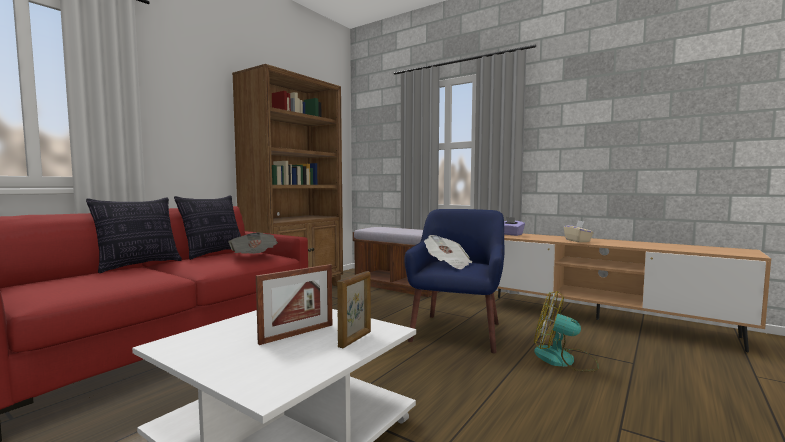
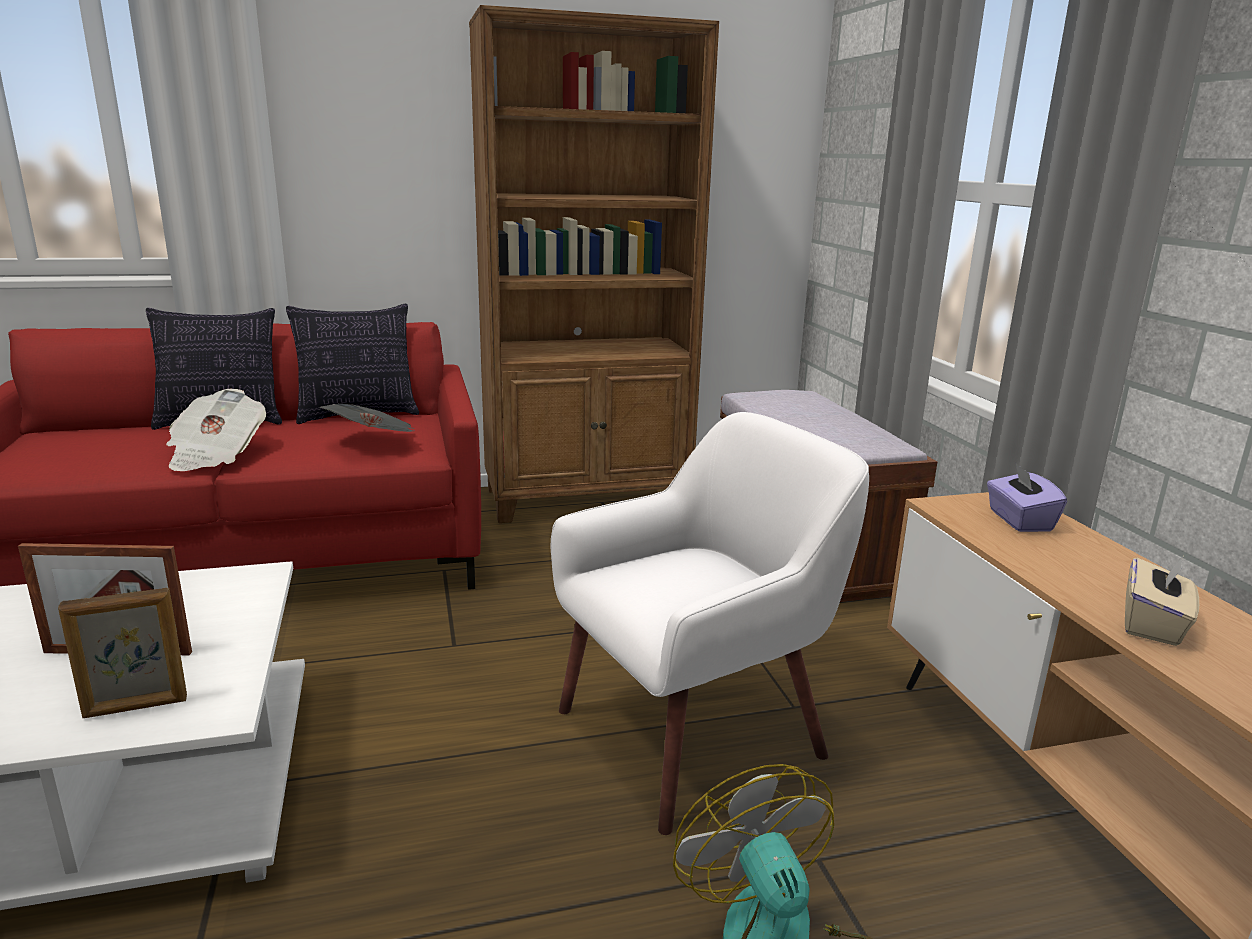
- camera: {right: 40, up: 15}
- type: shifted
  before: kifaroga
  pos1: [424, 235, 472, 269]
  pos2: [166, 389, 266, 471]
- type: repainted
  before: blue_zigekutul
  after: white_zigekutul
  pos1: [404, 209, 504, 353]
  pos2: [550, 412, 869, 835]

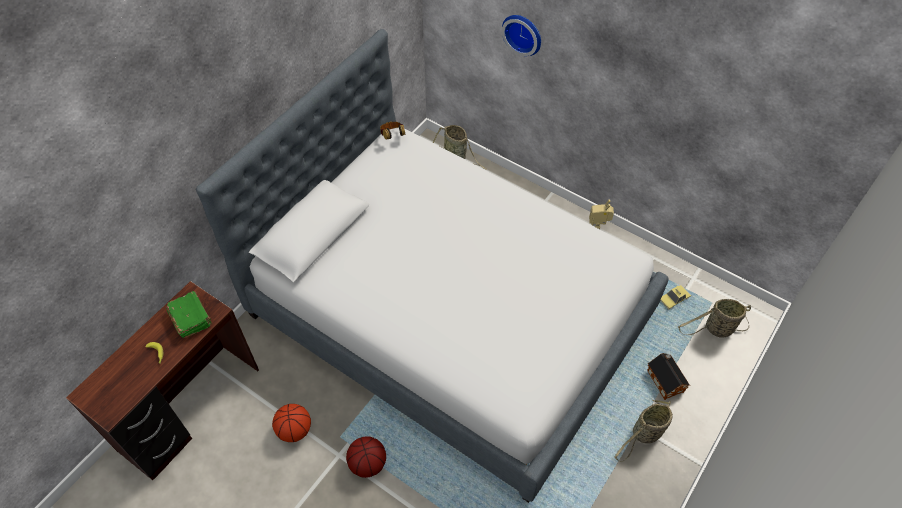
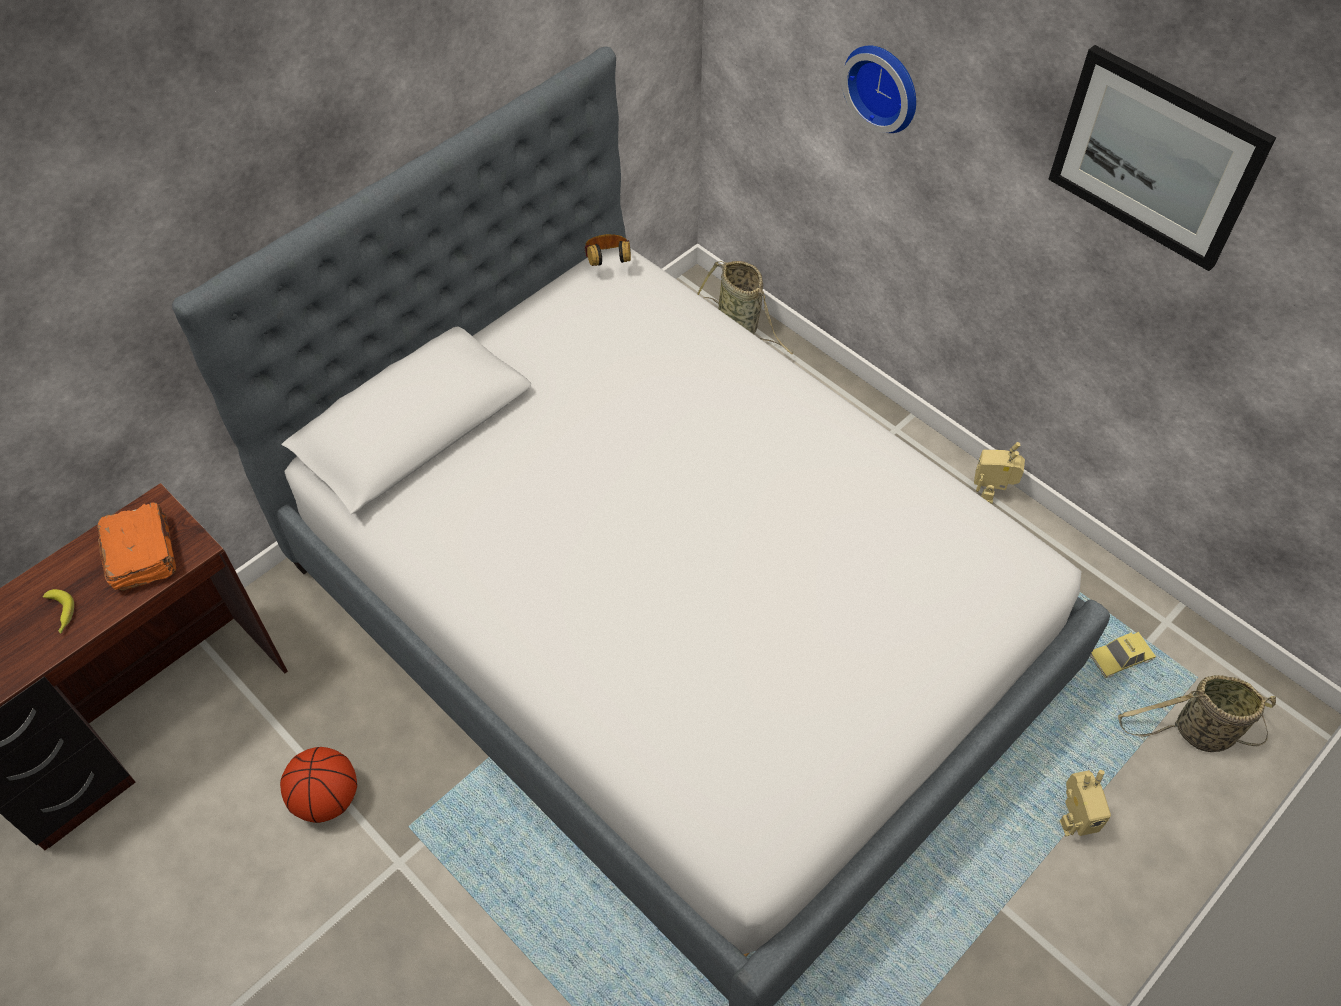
- camera: {right: 10, up: 0}
- type: repainted
  before: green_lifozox
  after: orange_lifozox
  pos1: [166, 291, 212, 338]
  pos2: [97, 502, 176, 591]
- type: new
  after: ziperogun
  pos2: [1048, 45, 1276, 271]
- type: swapped
  before: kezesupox
  after: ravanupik
  pos1: [647, 353, 690, 400]
  pos2: [1060, 770, 1111, 836]
- type: gone
  before: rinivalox
  pos1: [346, 436, 386, 478]
- type: gone
  before: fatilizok
  pos1: [614, 400, 673, 462]

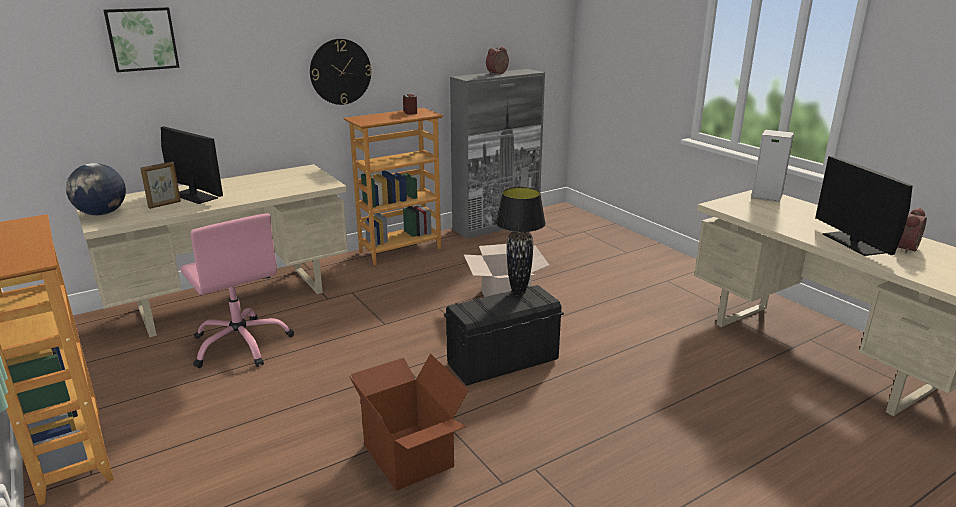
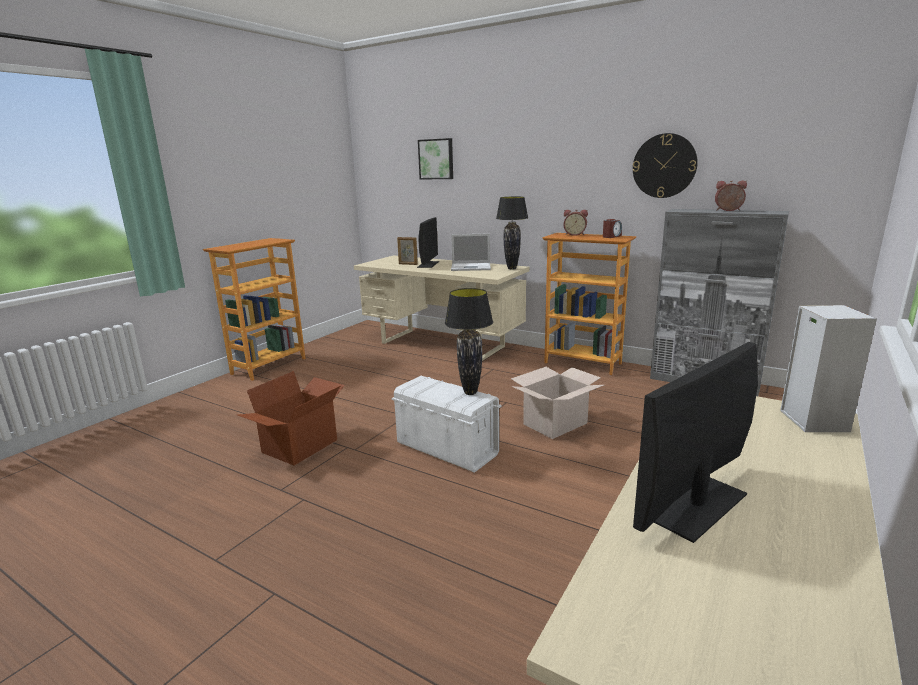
- camera: {right: 65, up: -5}
- type: repainted
  before: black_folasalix
  after: white_folasalix
  pos1: [444, 285, 564, 386]
  pos2: [392, 376, 502, 473]
- type: new
  after: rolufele
  pos2: [451, 233, 491, 271]
- type: new
  after: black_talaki
  pos2: [496, 196, 528, 269]
- type: shifted
  before: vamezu
  pos1: [898, 208, 927, 253]
  pos2: [564, 210, 588, 236]
- type: shifted
  before: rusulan
  pos1: [310, 39, 372, 105]
  pos2: [633, 133, 698, 198]
- type: gone
  before: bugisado
  pos1: [66, 163, 126, 216]
- type: gone
  before: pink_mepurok
  pos1: [180, 213, 294, 368]

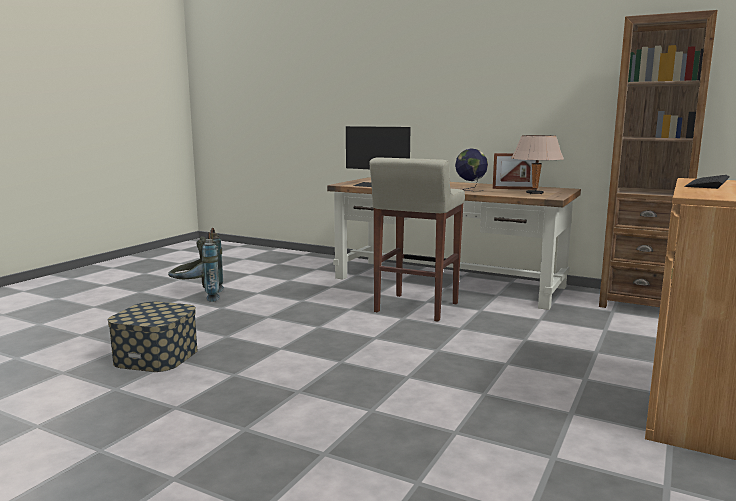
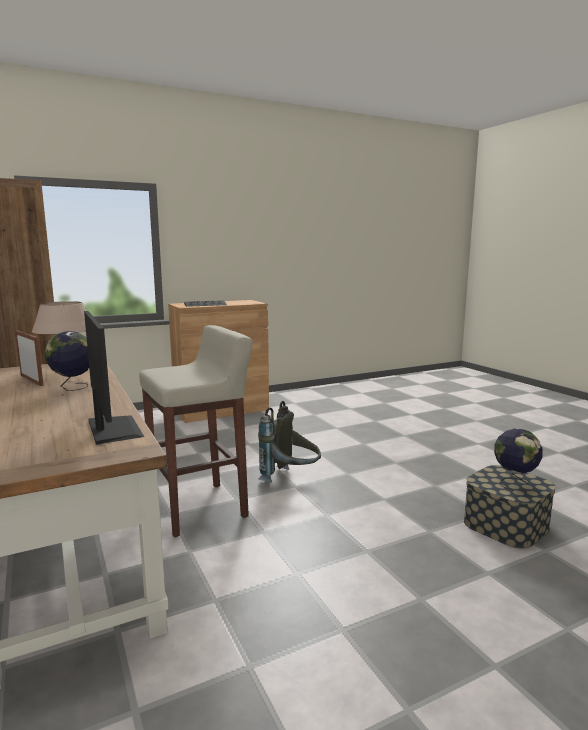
- camera: {right: -145, up: 0}
- type: shifted
  before: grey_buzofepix
  pos1: [168, 228, 224, 302]
  pos2: [258, 401, 321, 483]
- type: new
  after: bugisado
  pos2: [494, 428, 543, 490]

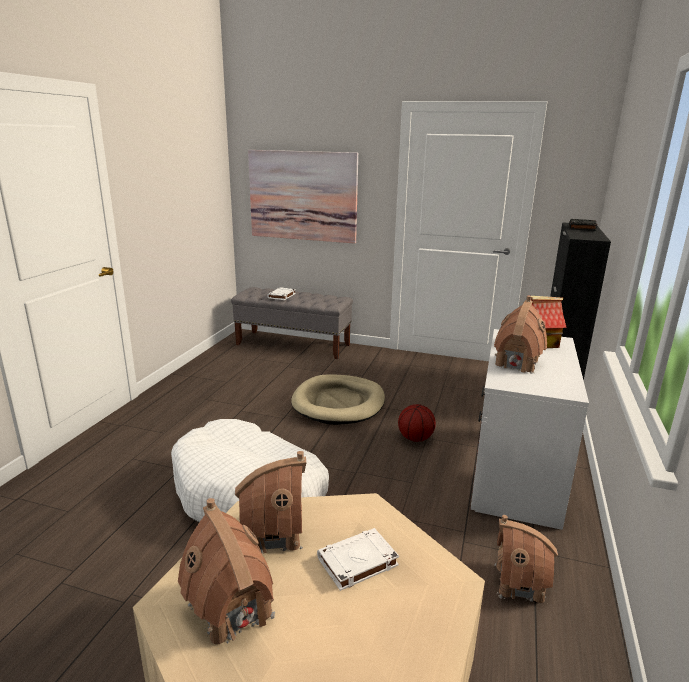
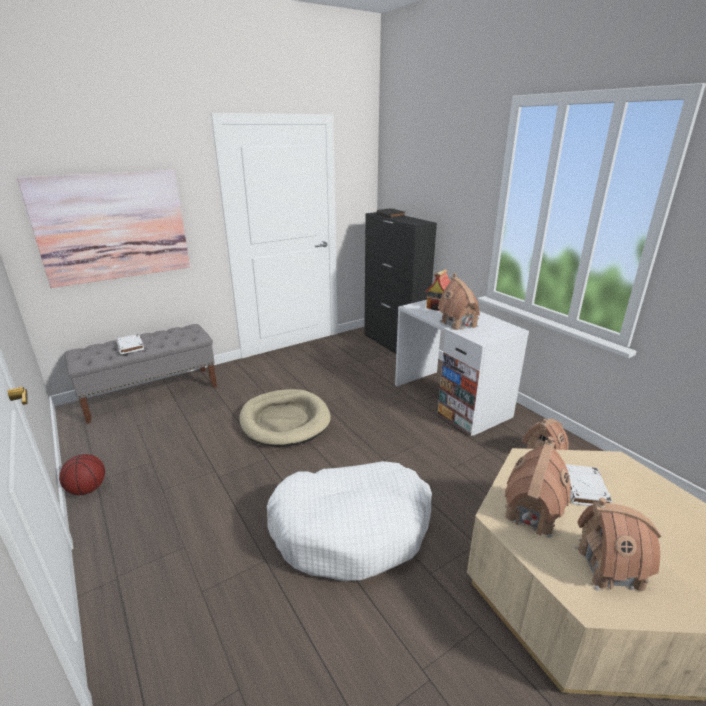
- camera: {right: -50, up: 5}
- type: shifted
  before: rinivalox
  pos1: [398, 404, 436, 442]
  pos2: [59, 454, 105, 495]

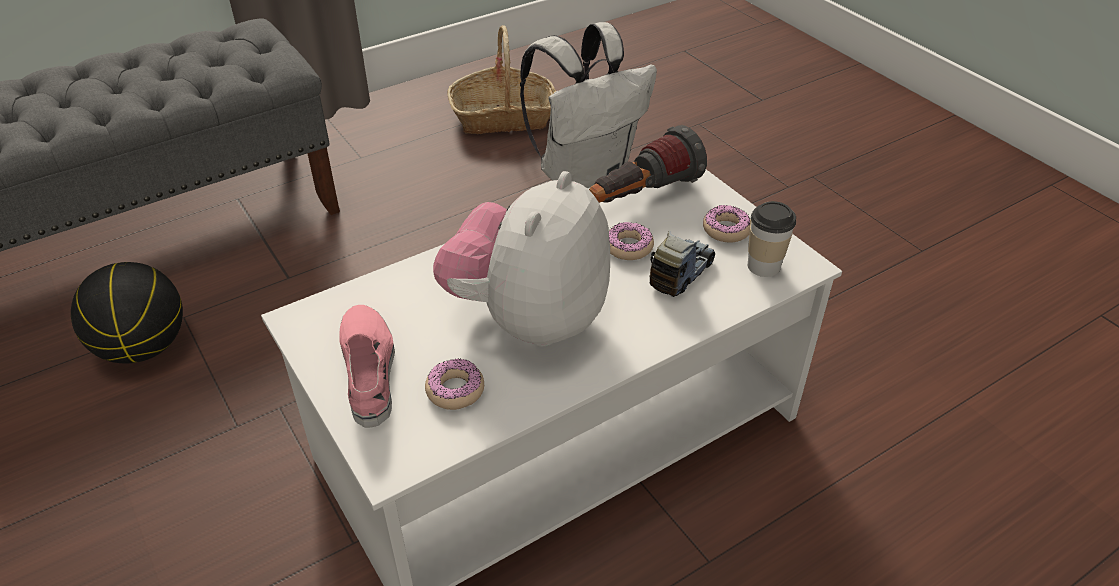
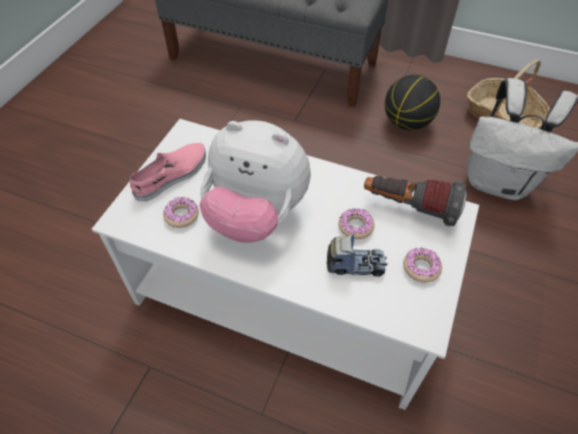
- camera: {right: 55, up: 10}
- type: rotated
  before: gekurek
  pos1: [433, 171, 610, 346]
  pos2: [199, 120, 311, 243]
  turn: -150
- type: shifted
  before: rinivalox
  pos1: [71, 262, 183, 363]
  pos2: [385, 75, 440, 130]
- type: gone
  before: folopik
  pos1: [748, 201, 796, 277]

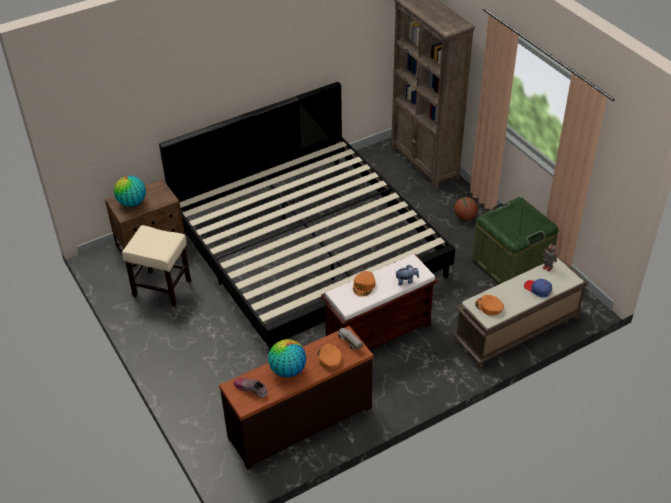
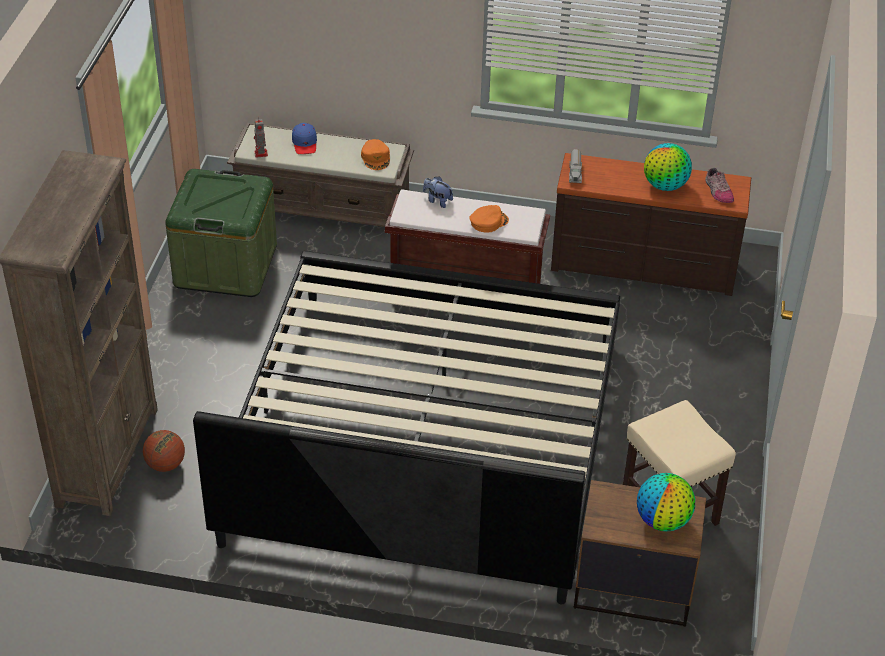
- camera: {right: -140, up: 0}
- type: shifted
  before: rinivalox
  pos1: [454, 197, 478, 220]
  pos2: [143, 430, 185, 472]
- type: gone
  before: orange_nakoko
  pos1: [318, 344, 342, 369]

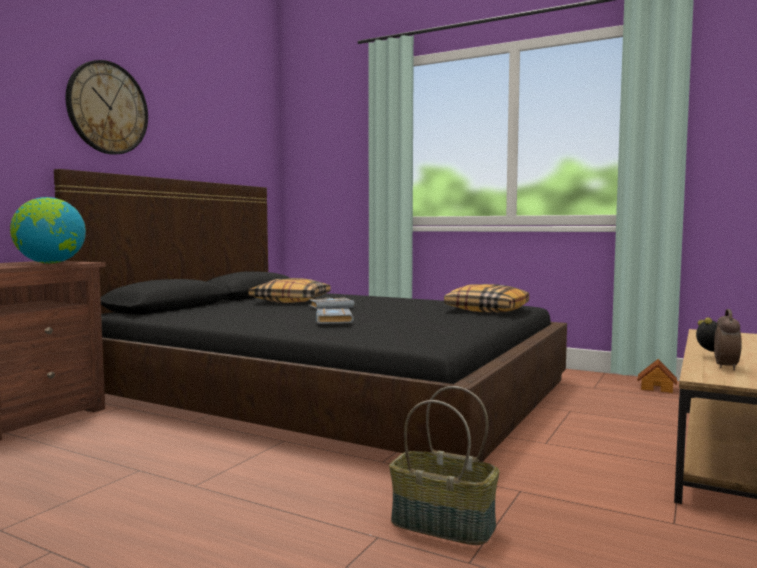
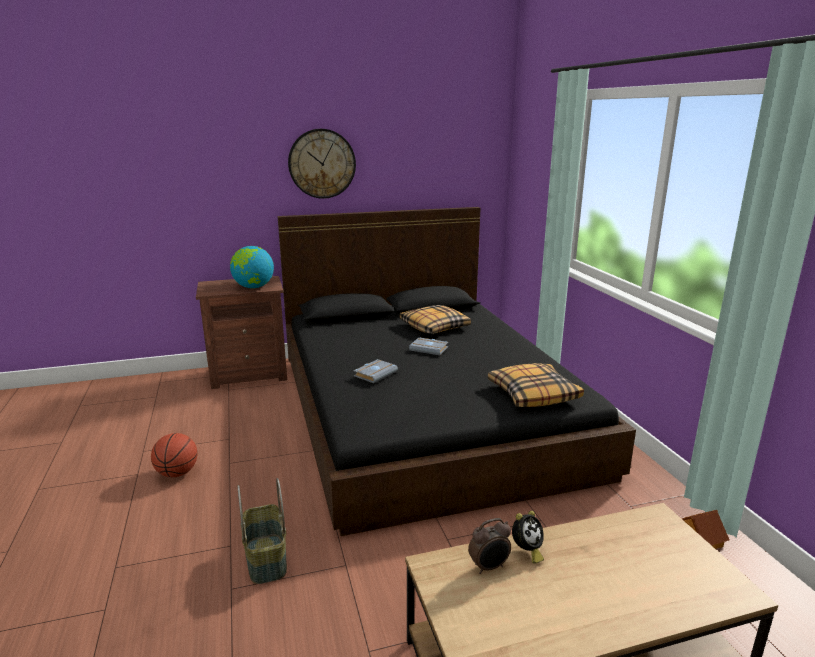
- camera: {right: 45, up: 15}
- type: new
  after: rinivalox
  pos2: [151, 433, 198, 477]

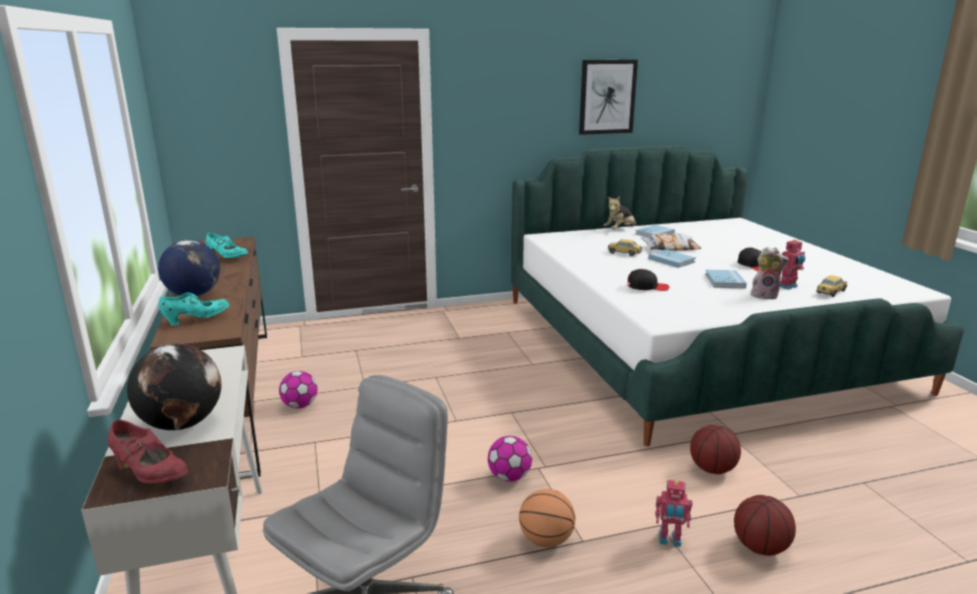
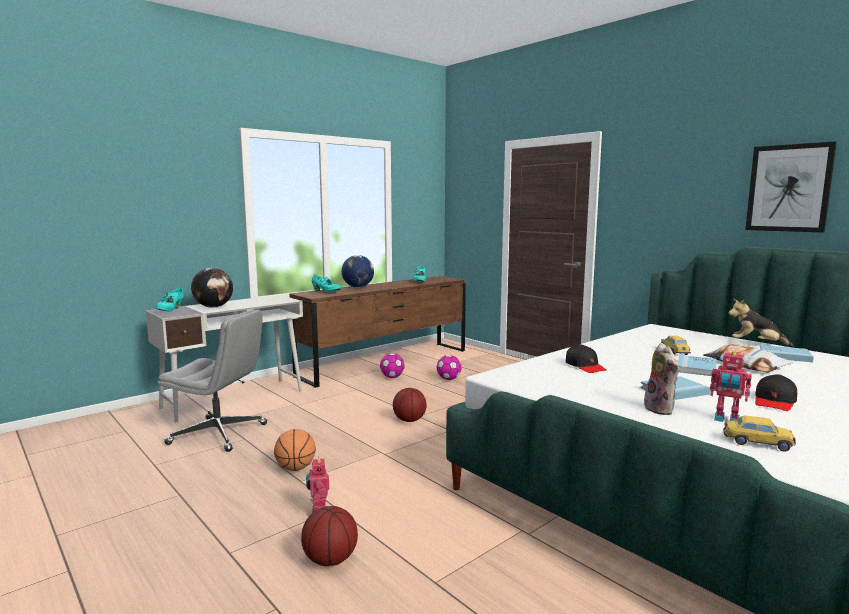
- camera: {right: 65, up: -10}
- type: repainted
  before: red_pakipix
  after: turquoise_pakipix
  pos1: [108, 420, 188, 484]
  pos2: [156, 288, 184, 312]
- type: shifted
  before: rinivalox
  pos1: [690, 425, 741, 474]
  pos2: [393, 388, 427, 422]
- type: shifted
  before: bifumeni
  pos1: [488, 436, 532, 482]
  pos2: [437, 355, 461, 380]

